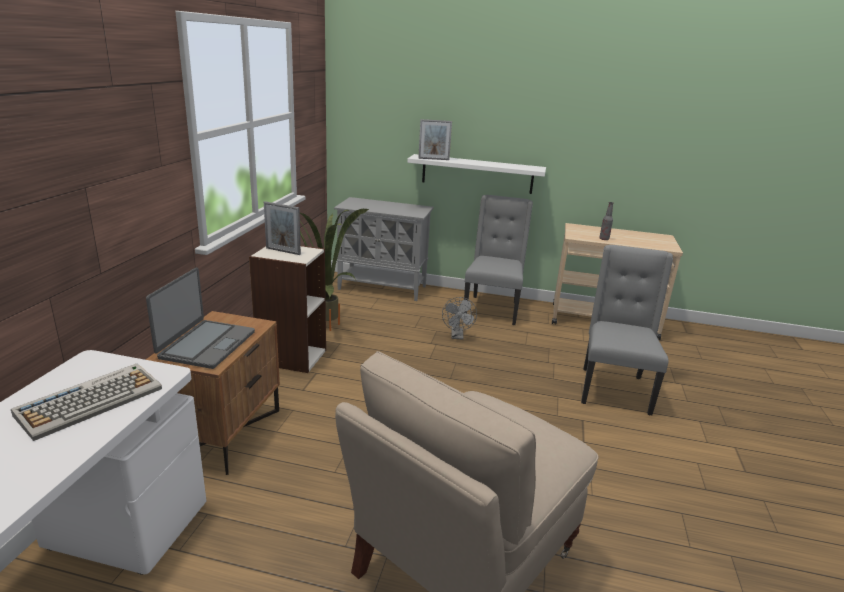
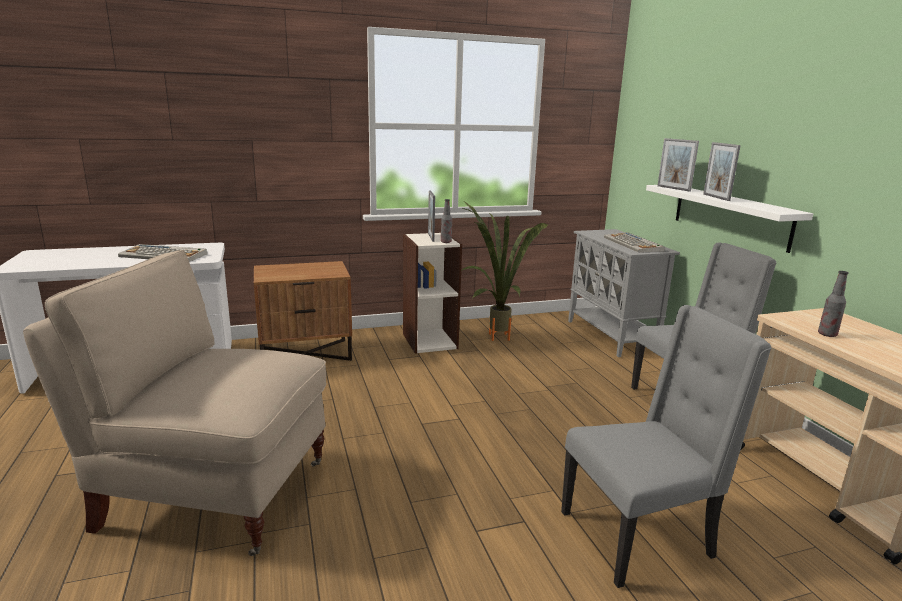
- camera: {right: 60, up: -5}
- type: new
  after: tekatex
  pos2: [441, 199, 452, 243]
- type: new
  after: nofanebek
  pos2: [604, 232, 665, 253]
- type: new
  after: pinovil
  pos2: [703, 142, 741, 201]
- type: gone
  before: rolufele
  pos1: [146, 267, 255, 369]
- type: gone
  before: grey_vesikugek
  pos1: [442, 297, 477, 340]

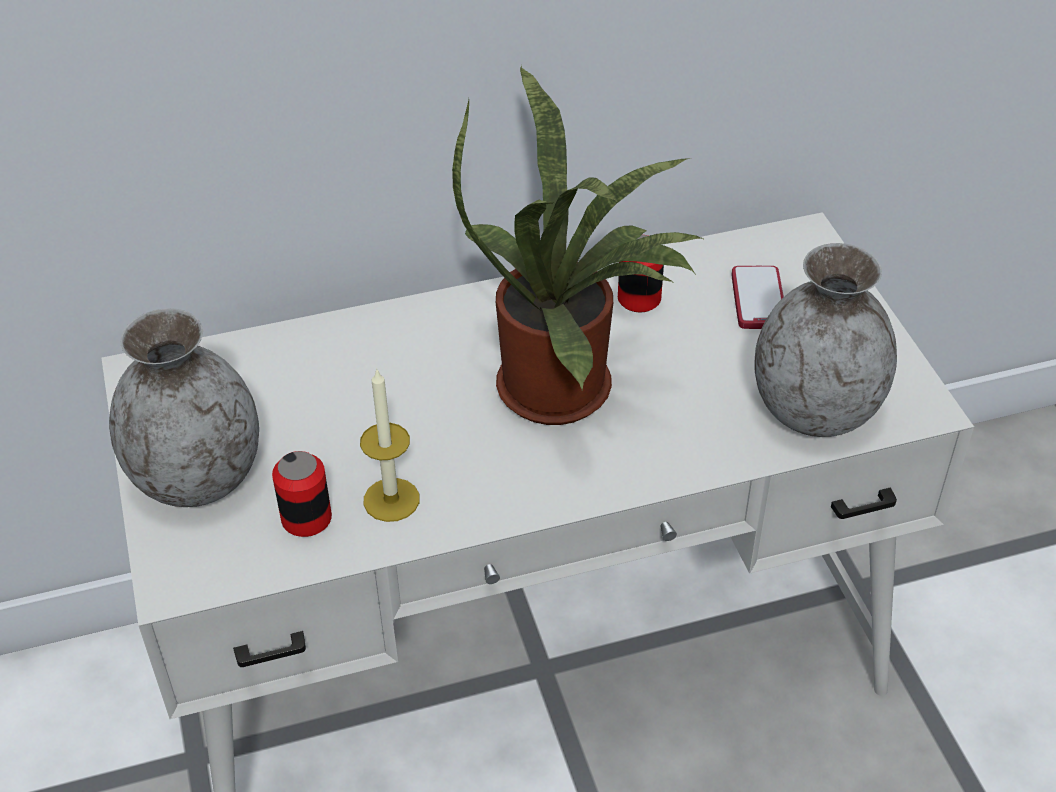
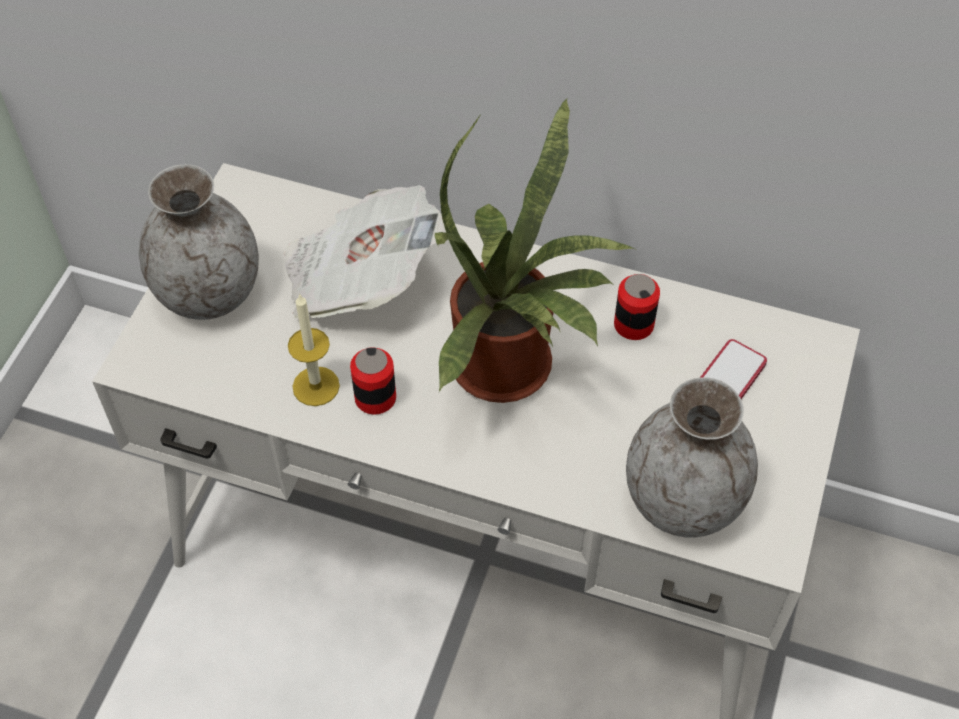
- camera: {right: 35, up: 10}
- type: new
  after: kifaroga
  pos2: [284, 185, 443, 318]
- type: shifted
  before: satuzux
  pos1: [272, 451, 332, 537]
  pos2: [350, 347, 396, 414]

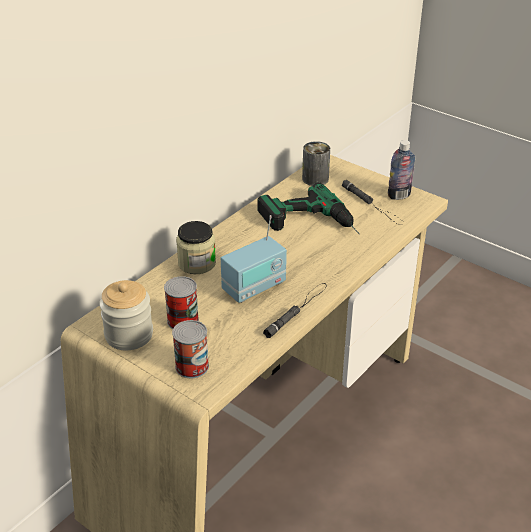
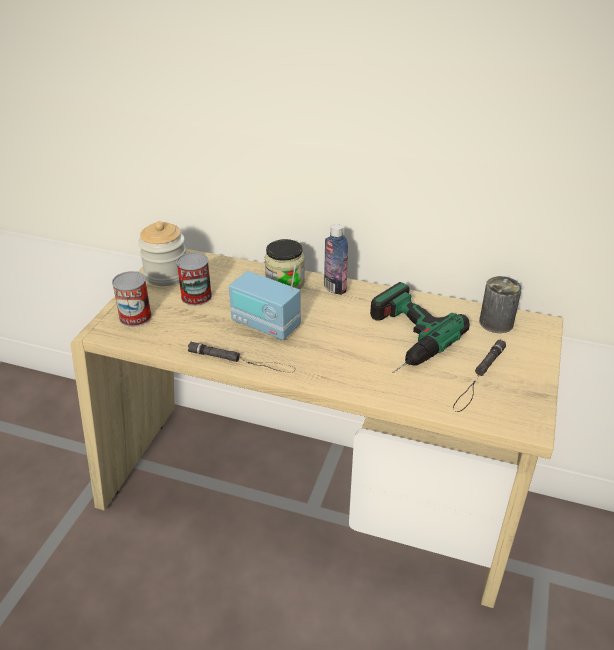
- camera: {right: 70, up: 0}
- type: shifted
  before: tekatex
  pos1: [388, 140, 415, 200]
  pos2: [324, 224, 348, 295]

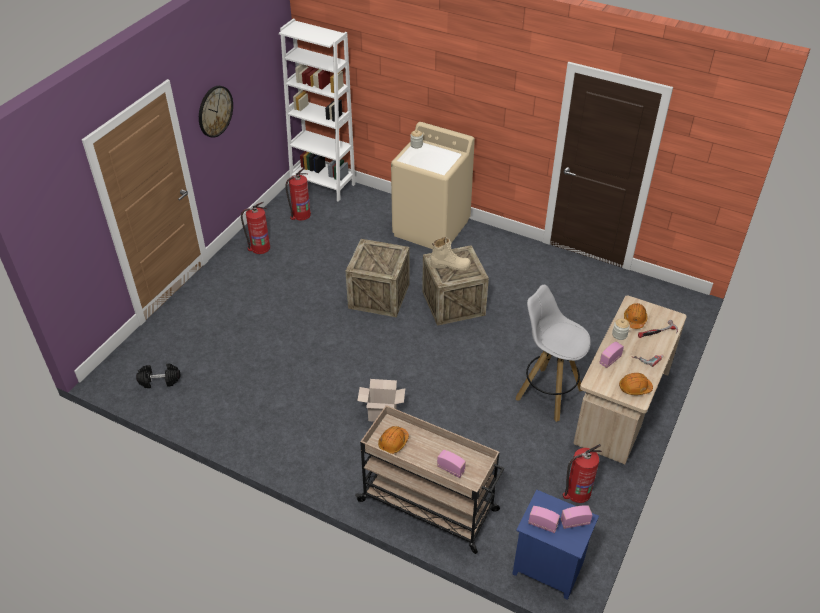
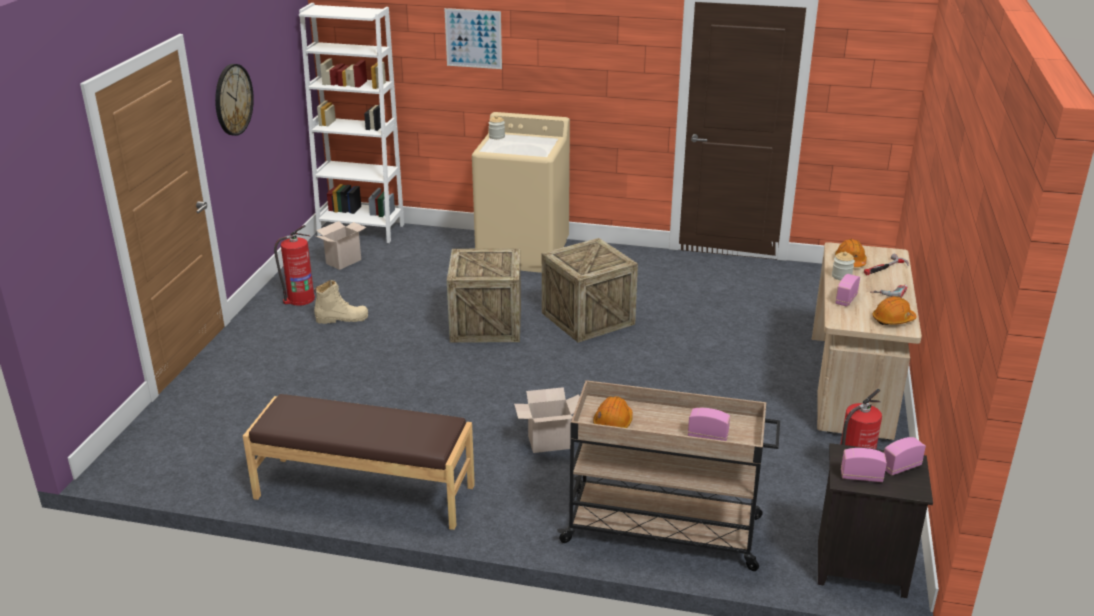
- camera: {right: -15, up: -15}
- type: new
  after: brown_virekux
  pos2: [243, 394, 475, 530]
- type: shifted
  before: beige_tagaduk
  pos1: [430, 237, 471, 271]
  pos2: [314, 280, 368, 324]
- type: swapped
  before: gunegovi
  after: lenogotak
  pos1: [286, 167, 311, 220]
  pos2: [316, 221, 366, 270]
- type: new
  after: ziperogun
  pos2: [444, 8, 502, 69]
- type: repainted
  before: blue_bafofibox
  after: black_bafofibox
  pos1: [513, 490, 599, 600]
  pos2: [818, 443, 933, 598]
- type: gone
  before: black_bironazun
  pos1: [136, 363, 180, 388]
- type: gone
  before: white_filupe
  pos1: [516, 285, 591, 422]

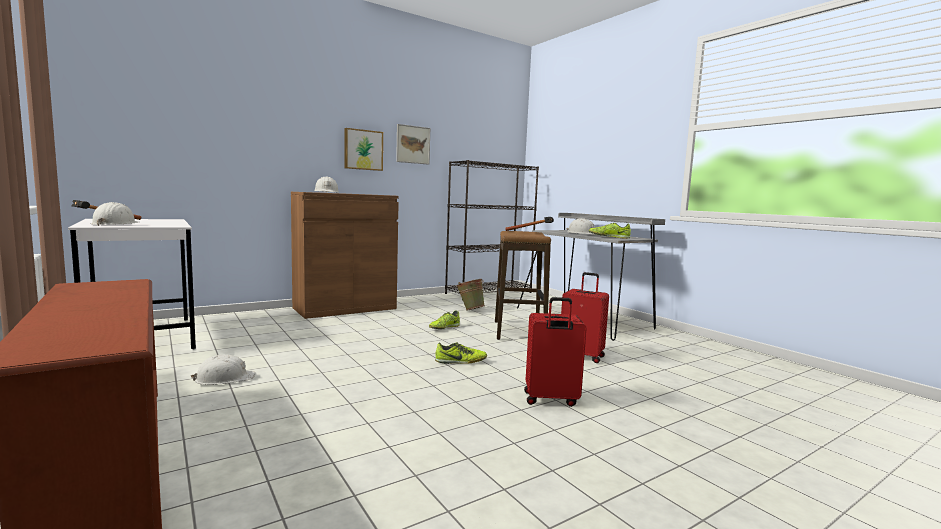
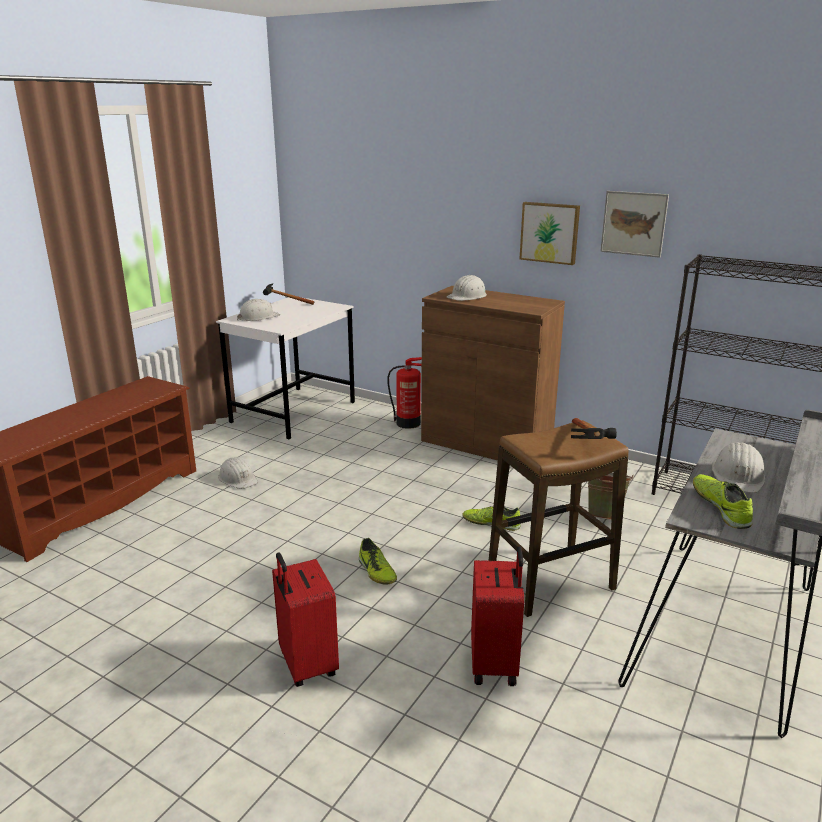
- camera: {right: 65, up: 15}
- type: new
  after: gunegovi
  pos2: [387, 357, 422, 429]

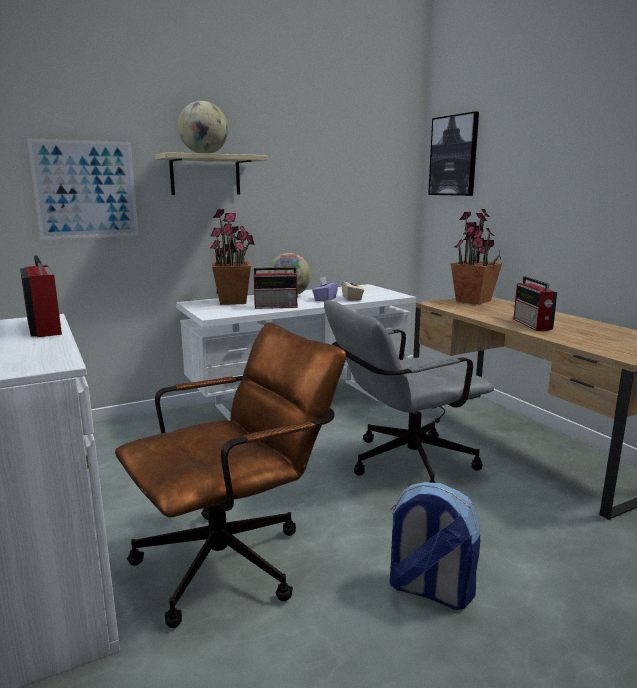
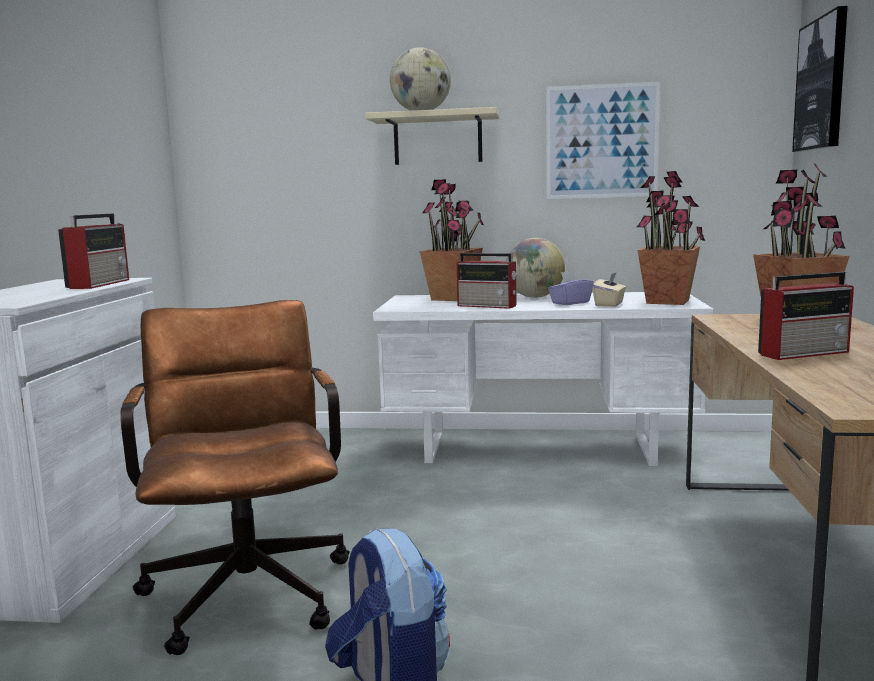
- camera: {right: 35, up: -5}
- type: rotated
  before: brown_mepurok
  pos1: [115, 322, 346, 628]
  pos2: [120, 300, 350, 655]
  turn: -105
- type: shifted
  before: ziperogun
  pos1: [27, 138, 139, 240]
  pos2: [546, 82, 660, 199]
- type: new
  after: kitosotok
  pos2: [637, 171, 705, 305]
- type: rotated
  before: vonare
  pos1: [513, 276, 557, 331]
  pos2: [758, 272, 854, 360]
  turn: -135
- type: gone
  before: grey_mepurok
  pos1: [324, 300, 494, 483]

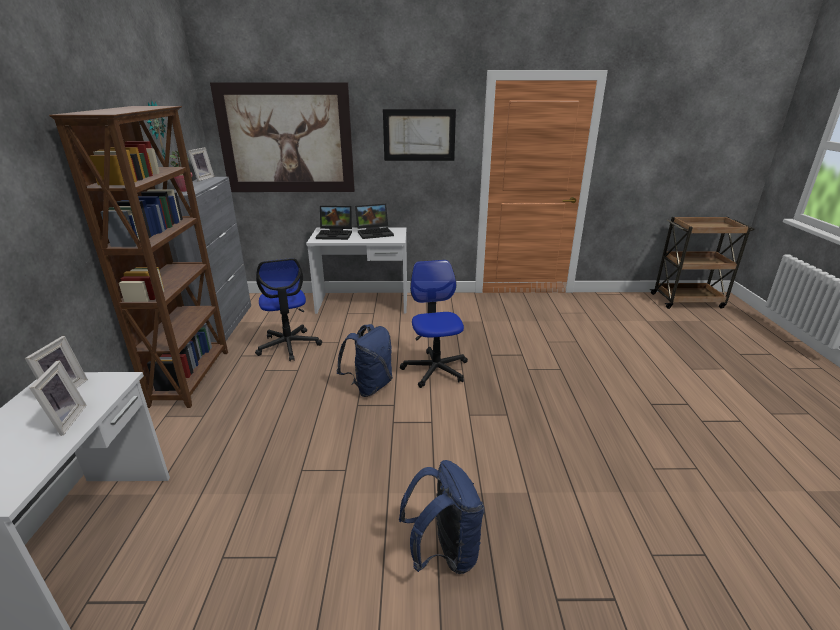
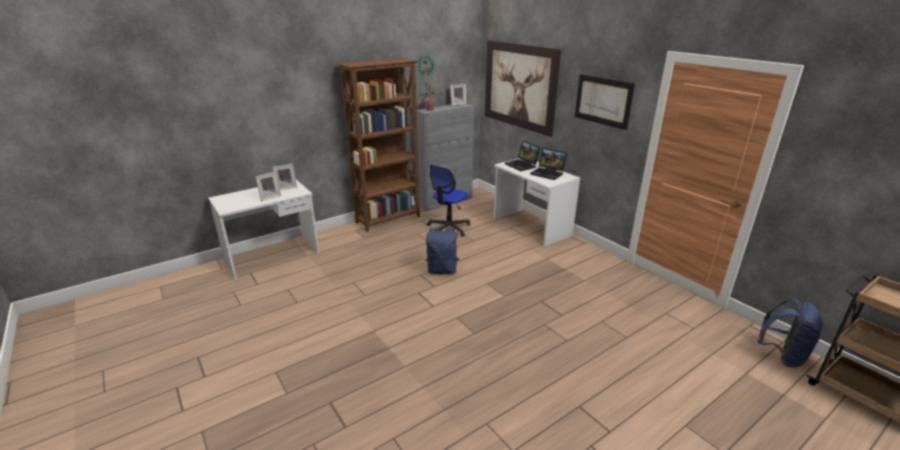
- camera: {right: 55, up: 0}
- type: shifted
  before: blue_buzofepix
  pos1: [399, 460, 484, 574]
  pos2: [758, 298, 824, 368]
- type: gone
  before: mepurok
  pos1: [400, 260, 468, 388]

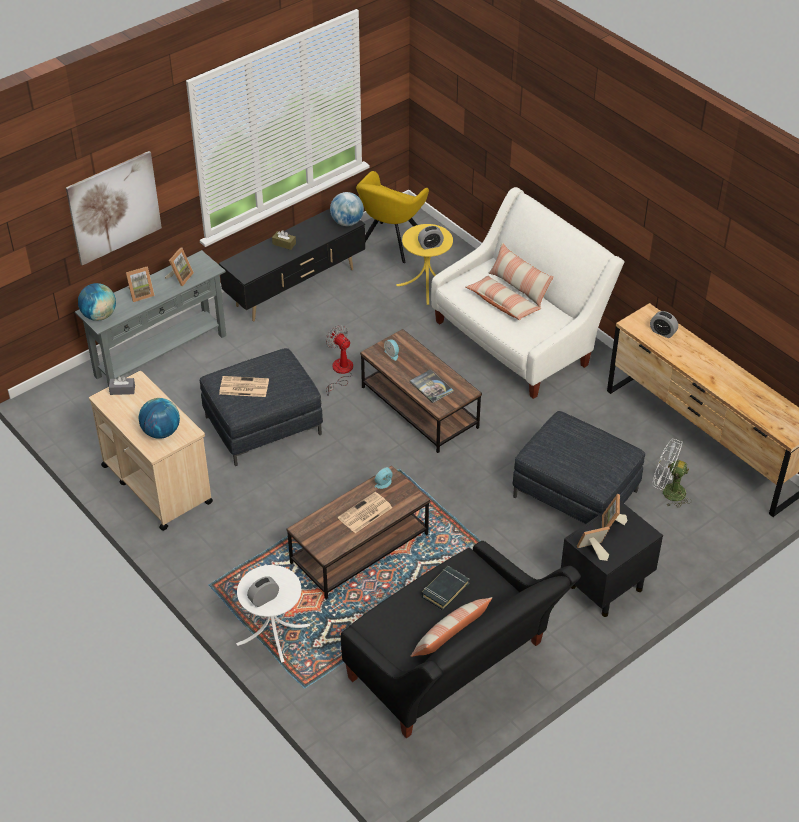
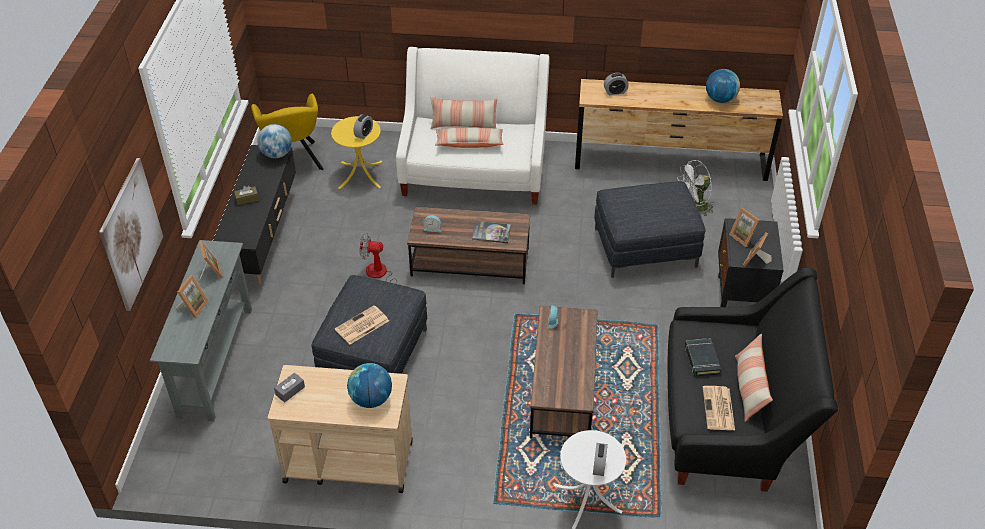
- camera: {right: -45, up: 0}
- type: shifted
  before: kifaroga
  pos1: [338, 492, 392, 533]
  pos2: [703, 386, 735, 430]
- type: shifted
  before: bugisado
  pos1: [78, 283, 116, 321]
  pos2: [706, 69, 740, 103]

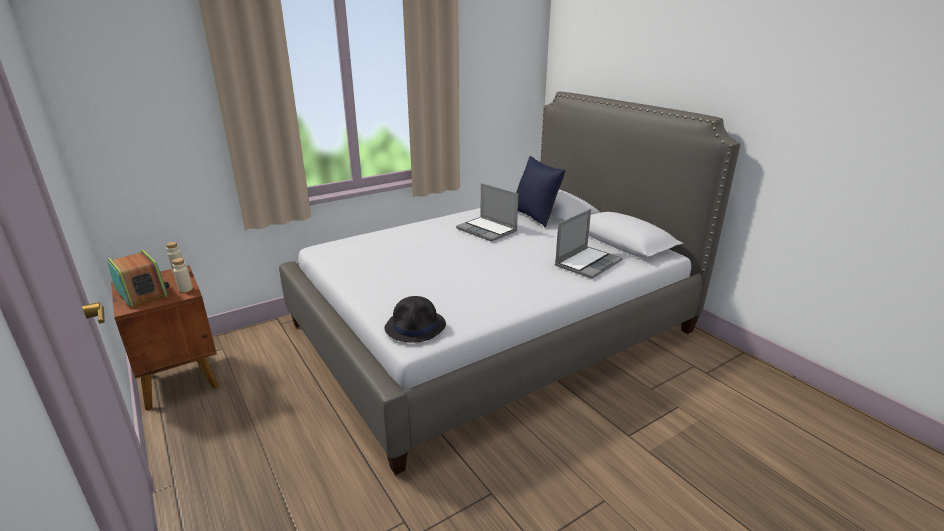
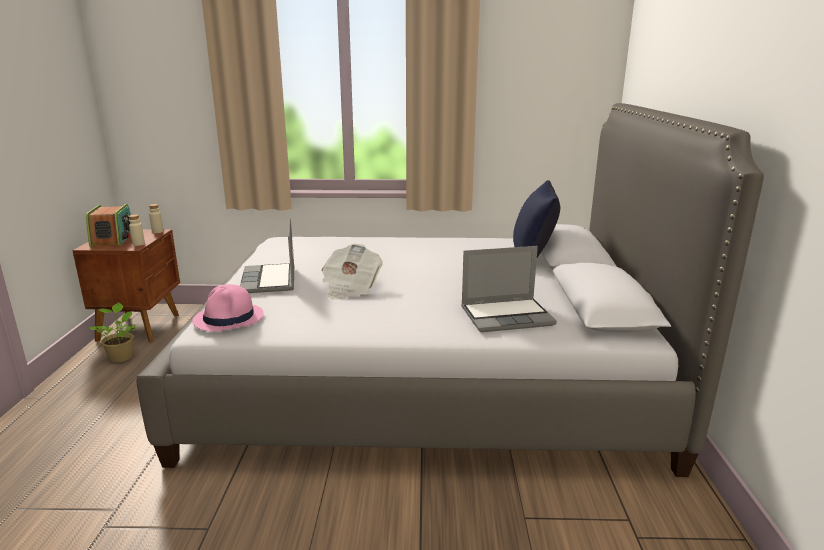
- camera: {right: 35, up: -5}
- type: new
  after: kitosotok
  pos2: [89, 302, 136, 363]
- type: repainted
  before: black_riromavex
  after: pink_riromavex
  pos1: [384, 296, 446, 343]
  pos2: [192, 284, 264, 332]
- type: shifted
  before: rolufele
  pos1: [456, 183, 518, 242]
  pos2: [240, 218, 294, 293]
- type: new
  after: kifaroga
  pos2: [322, 244, 383, 299]

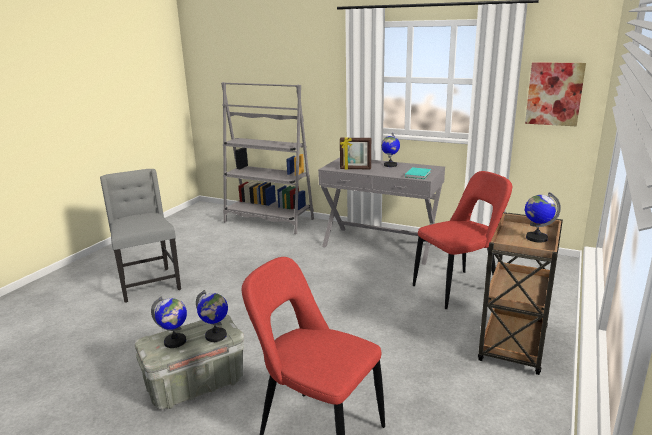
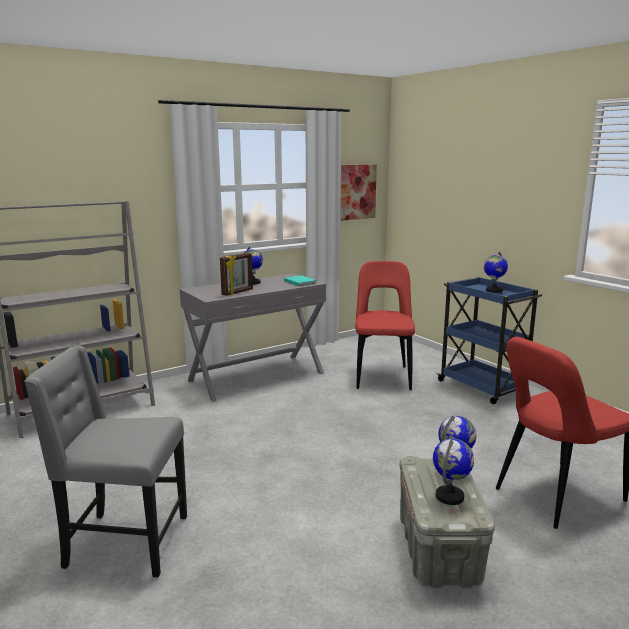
- camera: {right: -60, up: -5}
- type: repainted
  before: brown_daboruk
  after: blue_daboruk
  pos1: [478, 212, 563, 375]
  pos2: [437, 277, 542, 404]

